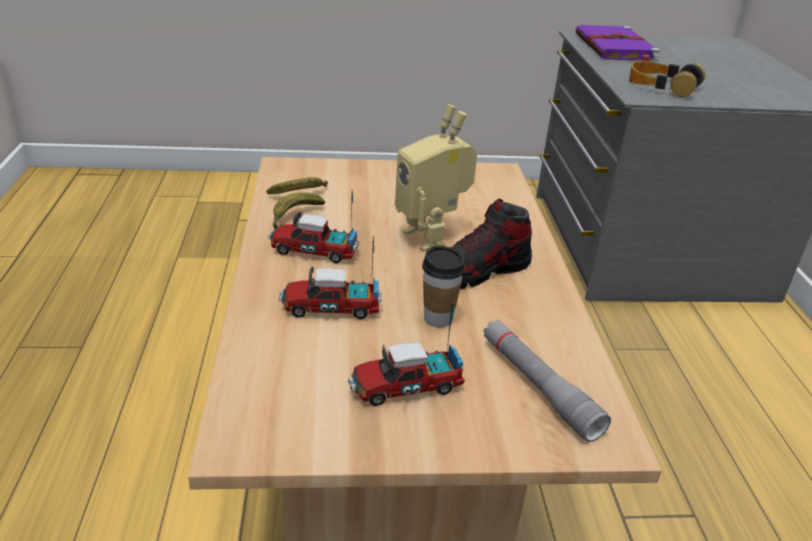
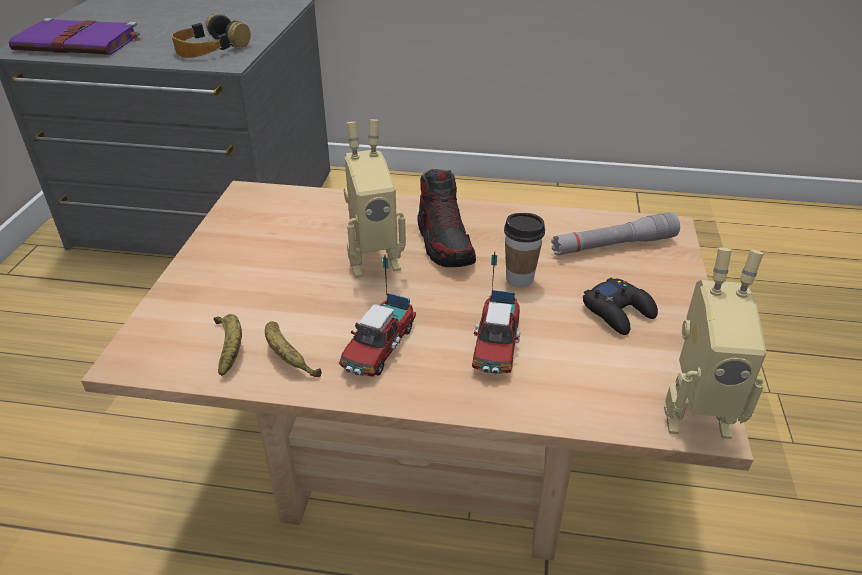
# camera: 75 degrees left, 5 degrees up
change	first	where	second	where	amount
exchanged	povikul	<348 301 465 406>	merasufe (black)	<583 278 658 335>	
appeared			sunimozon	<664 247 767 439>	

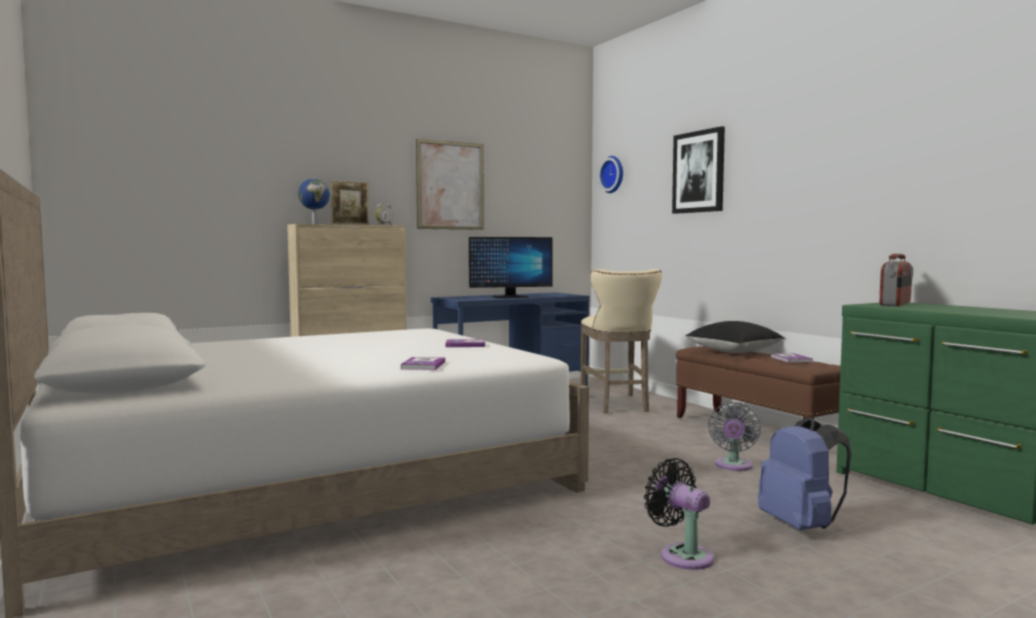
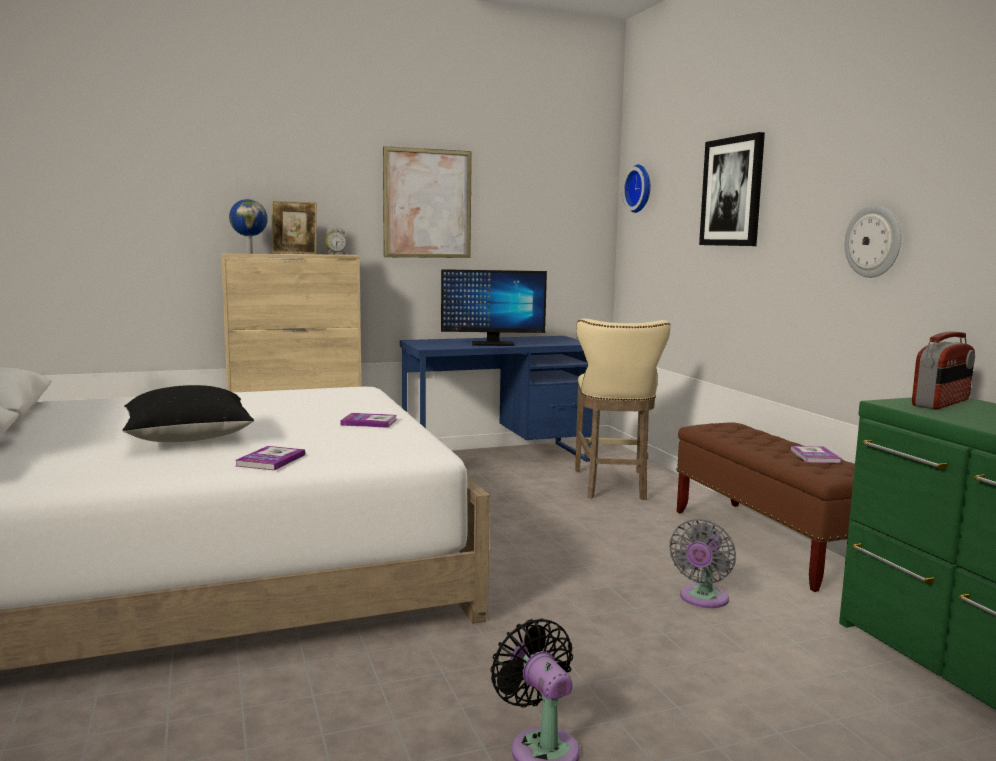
# camera: 10 degrees right, 5 degrees up
change	first	where	second	where	amount
relocated	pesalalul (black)	<685 321 785 353>		<123 385 254 442>	
appeared			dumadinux	<845 205 901 278>	
missing	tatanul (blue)	<758 417 851 530>			

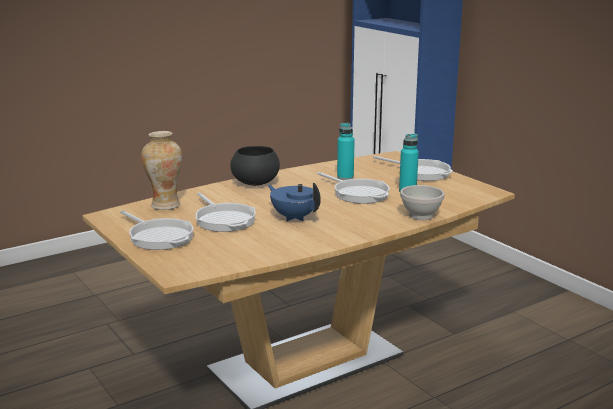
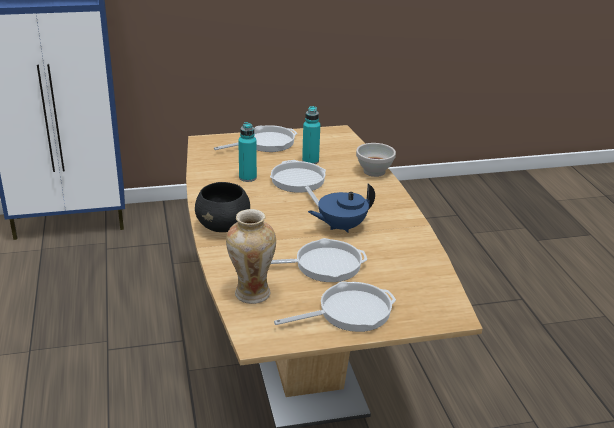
# camera: 70 degrees left, 10 degrees up
change	first	where	second	where	amount
spun	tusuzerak	<317 172 390 204>		<270 160 326 208>	90 degrees counterclockwise

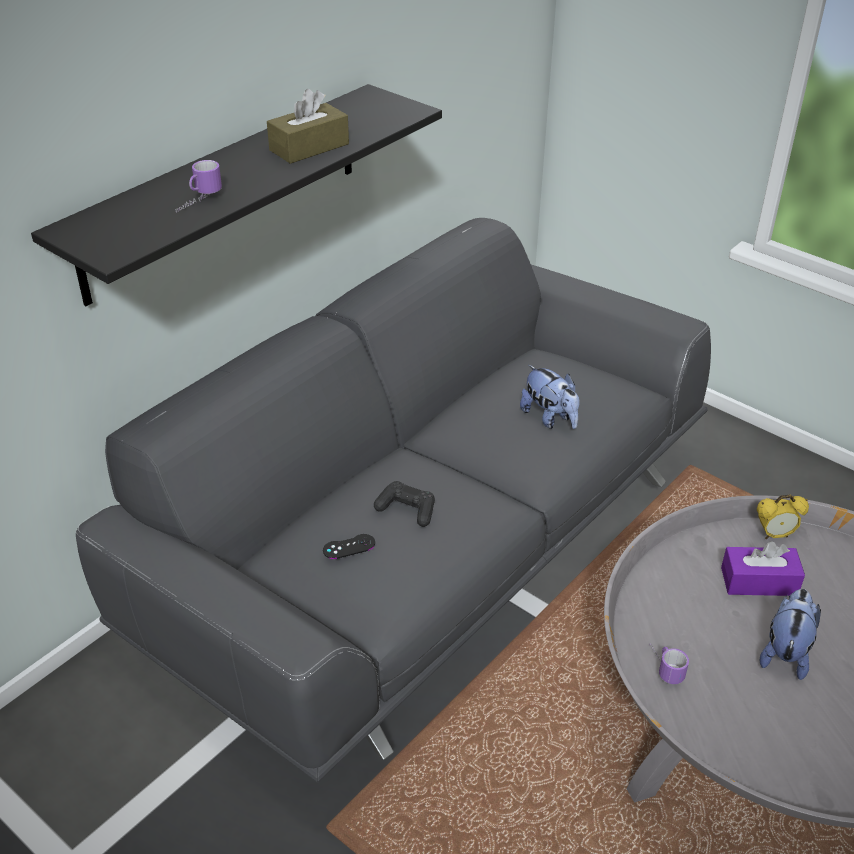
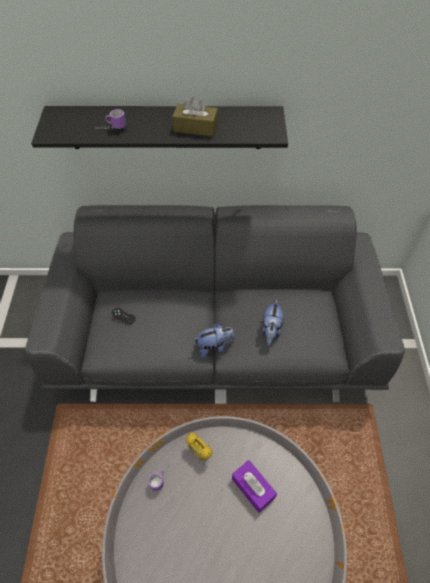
# camera: 50 degrees right, 15 degrees up
change	first	where	second	where	amount
relocated	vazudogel	<757 495 809 539>		<186 433 212 461>	
relocated	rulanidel	<760 589 821 680>		<193 323 235 358>	
missing	merasufe (black)	<374 481 435 527>			

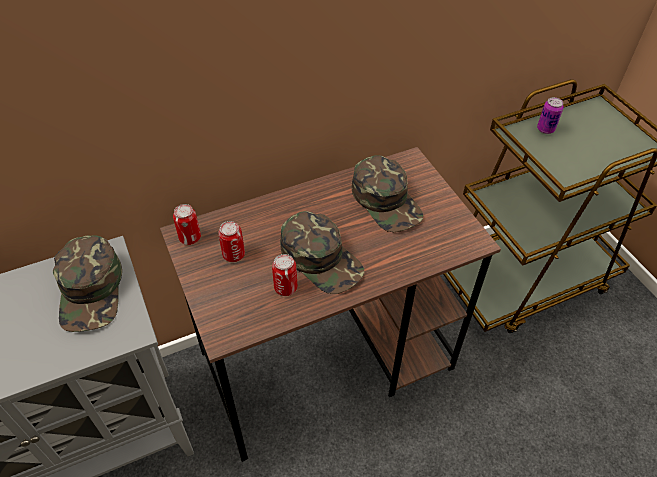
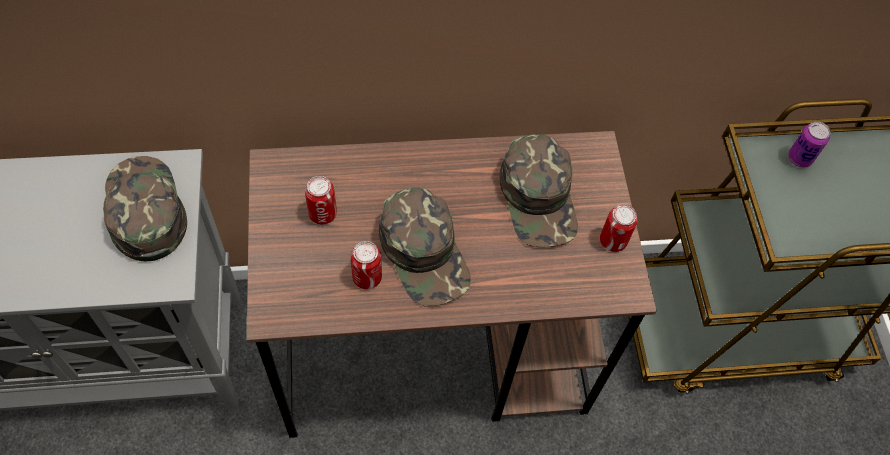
# camera: 15 degrees right, 10 degrees up
change	first	where	second	where	amount
spun	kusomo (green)	<53 235 122 332>		<103 156 187 261>	150 degrees clockwise
relocated	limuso	<173 204 201 245>		<600 204 637 252>	

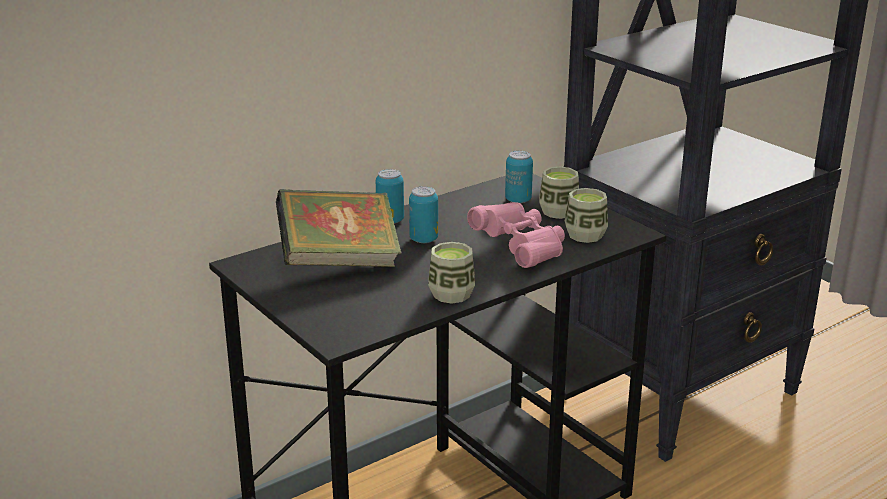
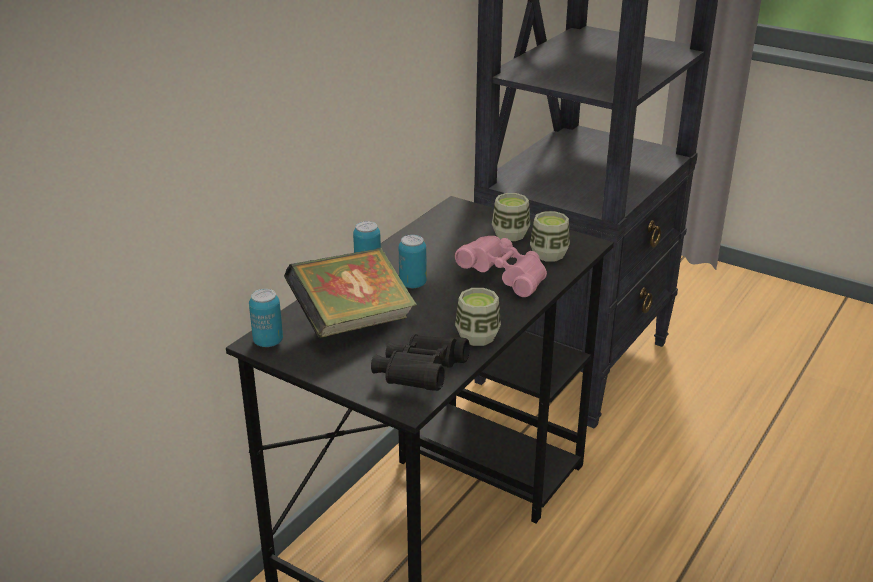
# camera: 20 degrees left, 5 degrees up
change	first	where	second	where	amount
relocated	limuso	<505 151 533 203>		<249 289 283 347>	
appeared			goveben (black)	<371 334 470 391>	

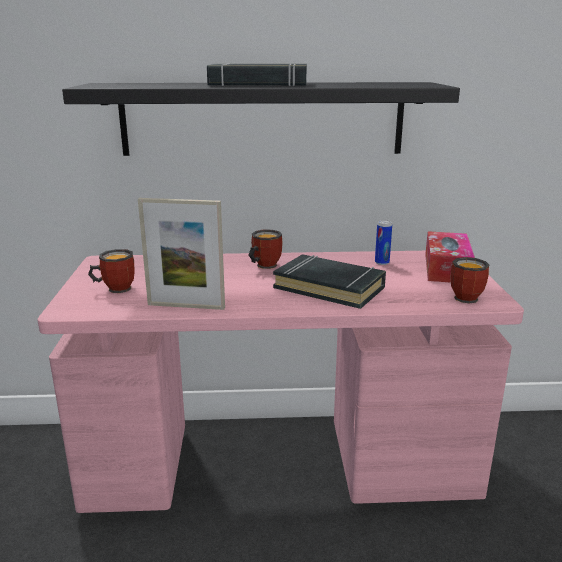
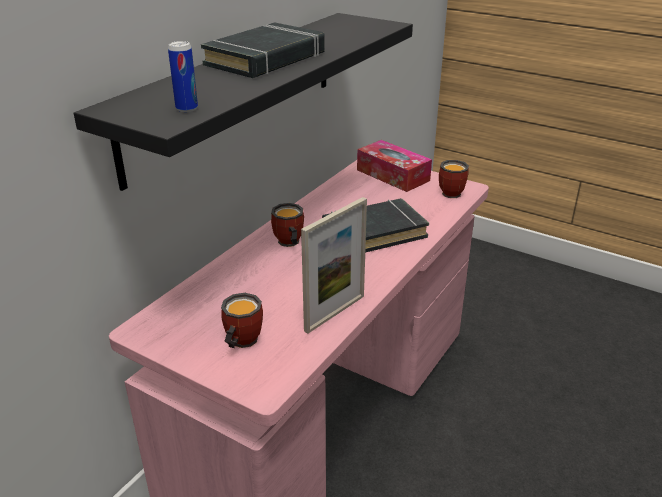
# camera: 55 degrees left, 10 degrees up
change	first	where	second	where	amount
relocated	limuso	<375 220 392 265>		<168 41 198 112>	

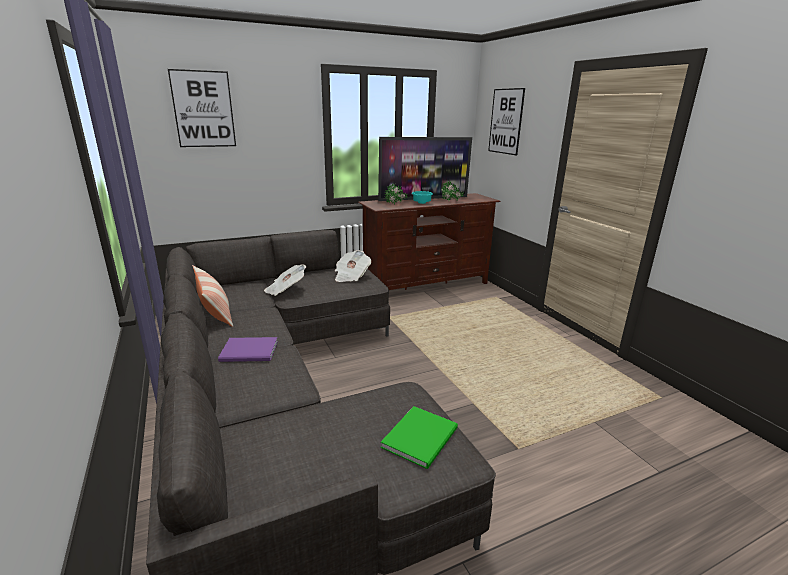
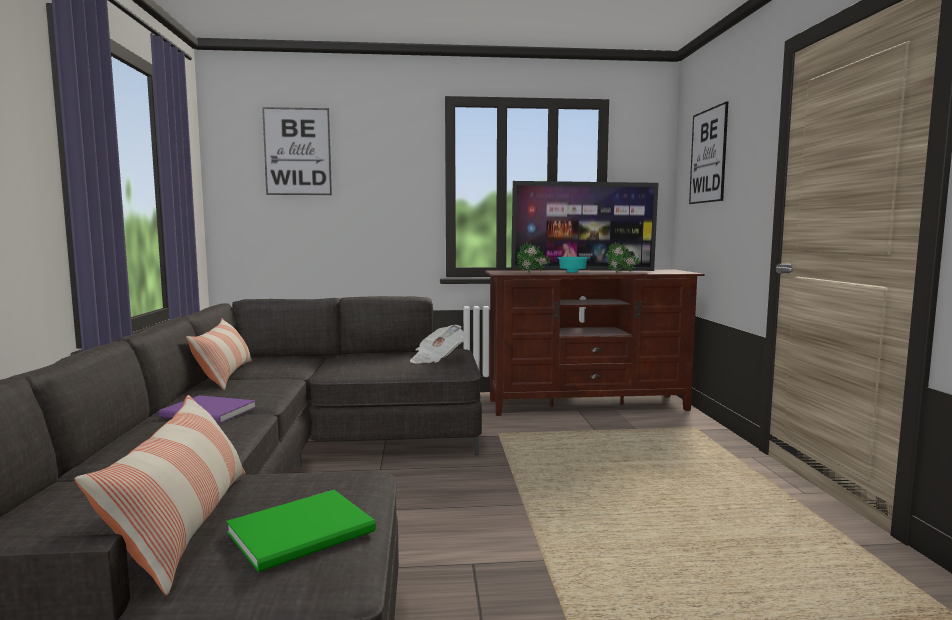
# camera: 20 degrees right, 15 degrees down
change	first	where	second	where	amount
appeared			pesalalul	<74 395 246 596>	
missing	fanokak	<264 265 306 296>			

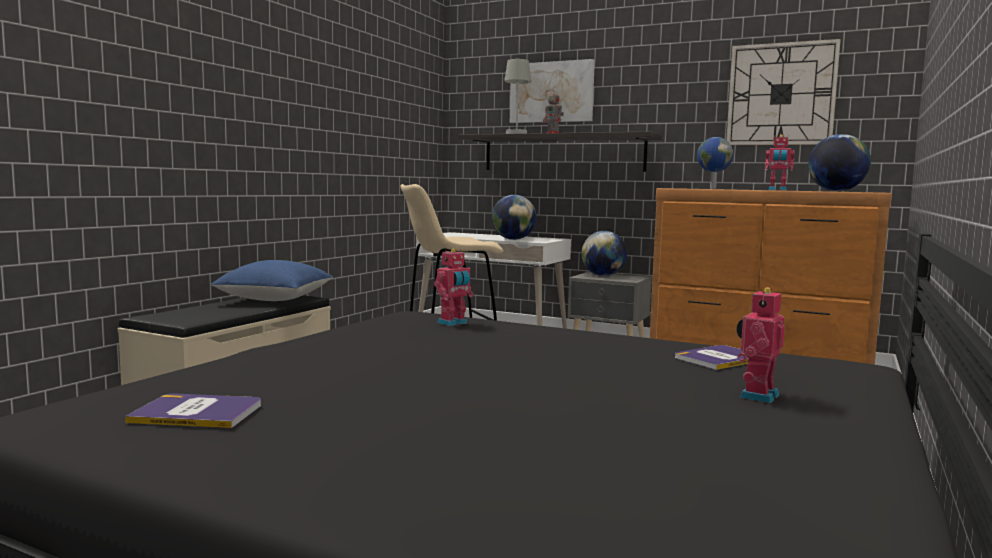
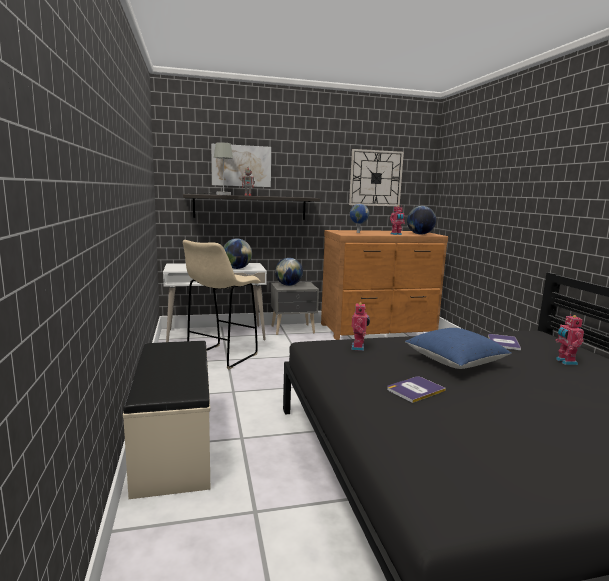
# camera: 40 degrees left, 5 degrees up
change	first	where	second	where	amount
relocated	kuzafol	<125 394 261 428>		<387 376 446 403>	
relocated	pesalalul (blue)	<211 260 333 301>		<405 328 512 369>	

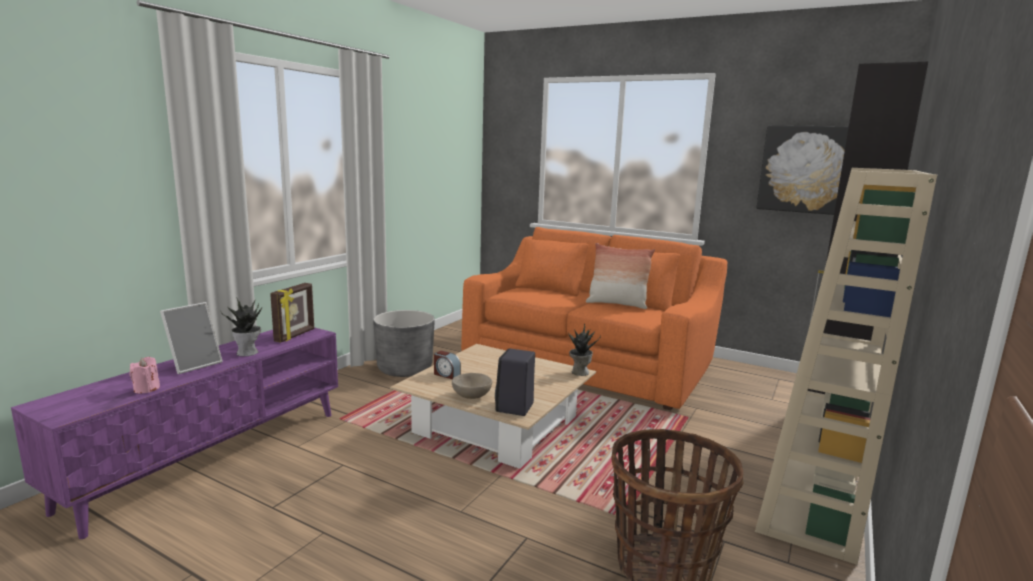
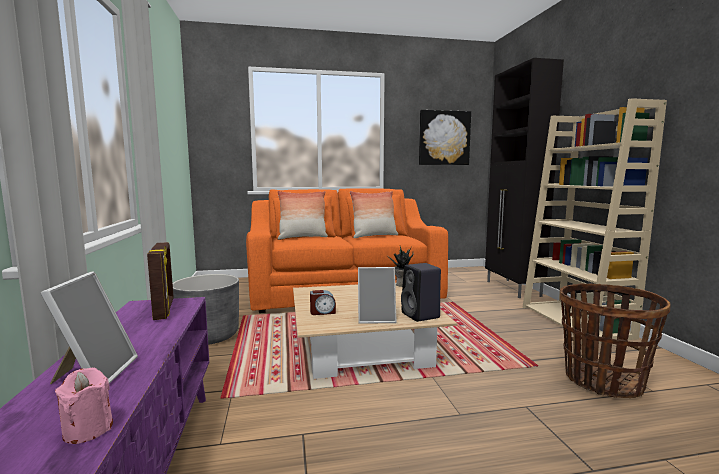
# camera: 40 degrees left, 5 degrees down
change	first	where	second	where	amount
appeared			pesalalul	<278 191 328 239>	
exchanged	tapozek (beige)	<452 373 492 399>	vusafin	<358 267 397 324>	
missing	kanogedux	<220 297 262 356>			

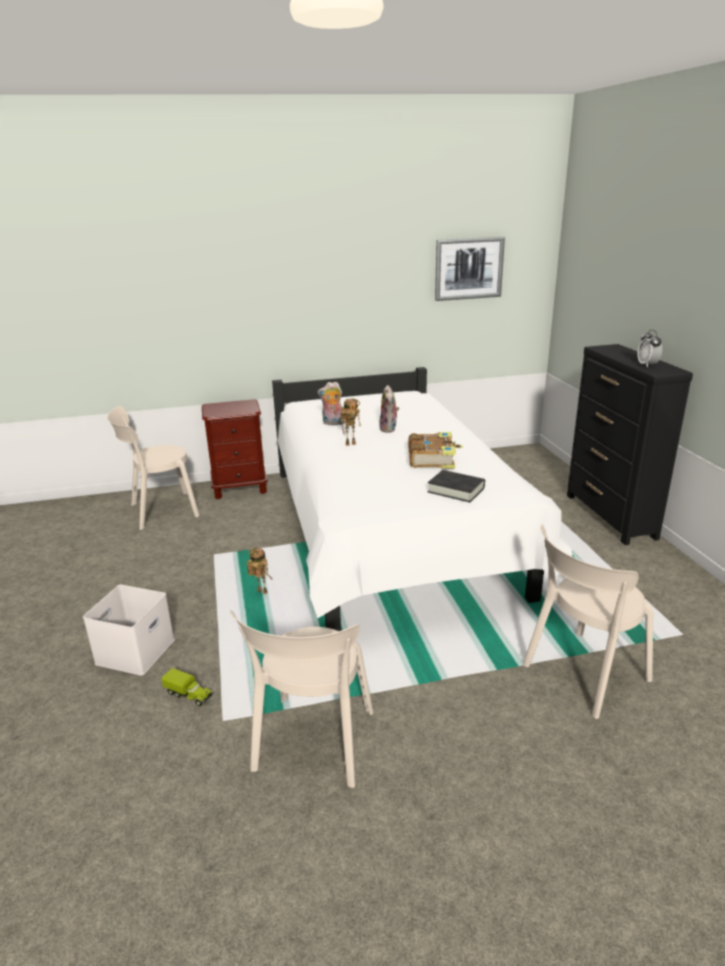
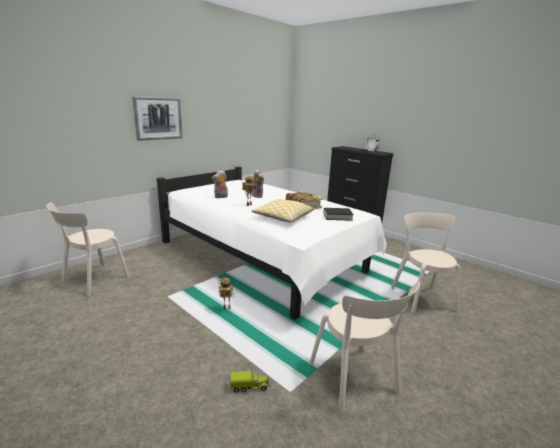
# camera: 35 degrees left, 5 degrees down
change	first	where	second	where	amount
relocated	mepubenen	<435 237 505 301>		<132 96 183 141>	
appeared			pesalalul	<251 199 315 222>	
spun	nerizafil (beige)	<523 525 653 719>		<391 213 461 313>	150 degrees clockwise
missing	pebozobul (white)	<83 585 175 676>			
missing	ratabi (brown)	<202 399 268 499>			

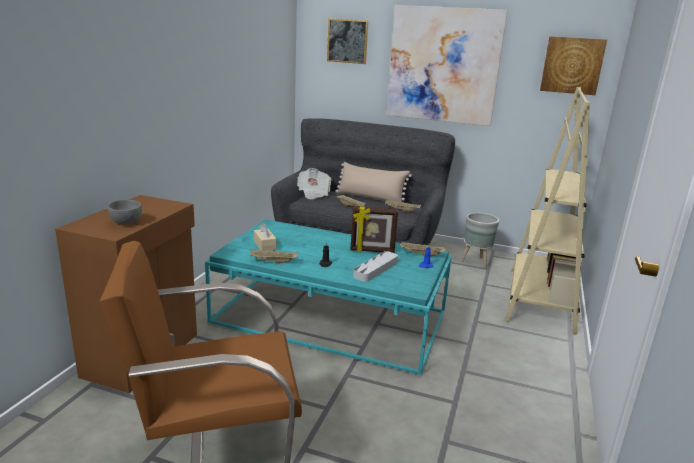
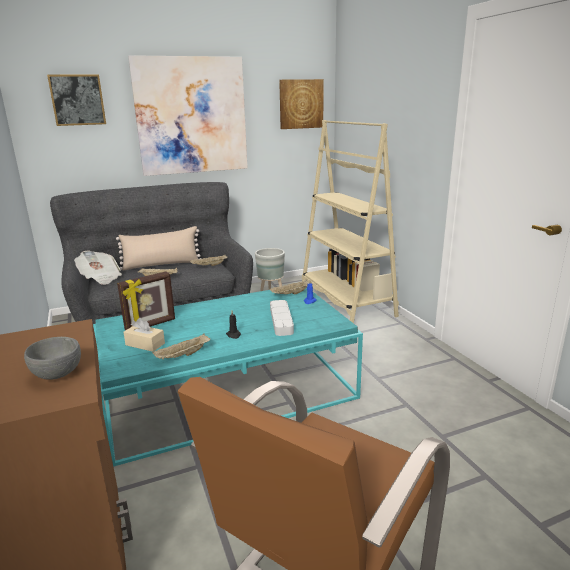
# camera: 40 degrees left, 0 degrees up
change	first	where	second	where	amount
relocated	vusafin	<351 206 398 253>		<117 272 175 330>	

